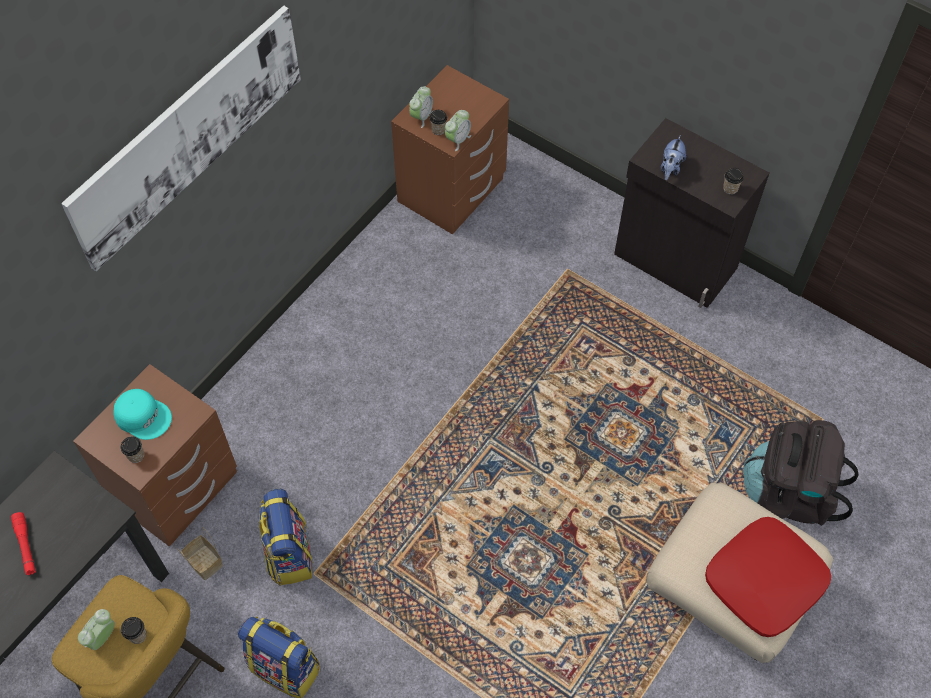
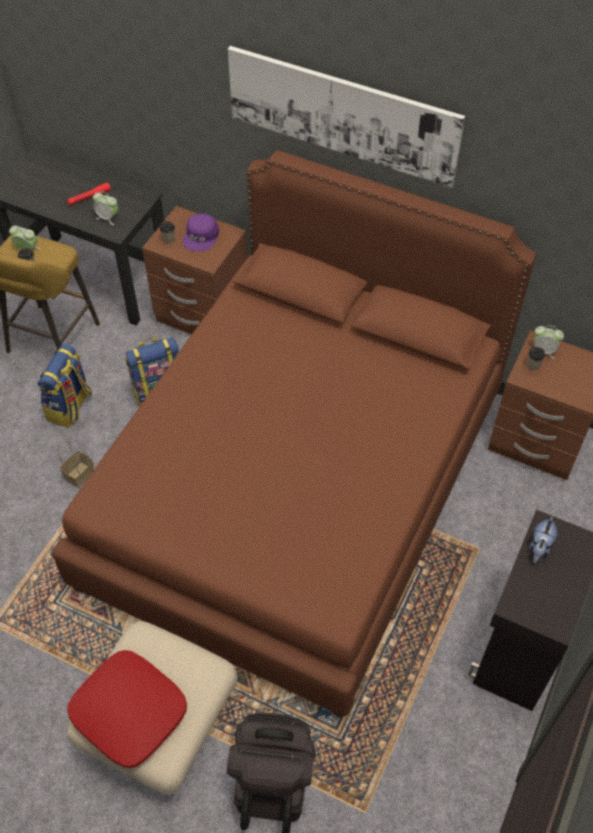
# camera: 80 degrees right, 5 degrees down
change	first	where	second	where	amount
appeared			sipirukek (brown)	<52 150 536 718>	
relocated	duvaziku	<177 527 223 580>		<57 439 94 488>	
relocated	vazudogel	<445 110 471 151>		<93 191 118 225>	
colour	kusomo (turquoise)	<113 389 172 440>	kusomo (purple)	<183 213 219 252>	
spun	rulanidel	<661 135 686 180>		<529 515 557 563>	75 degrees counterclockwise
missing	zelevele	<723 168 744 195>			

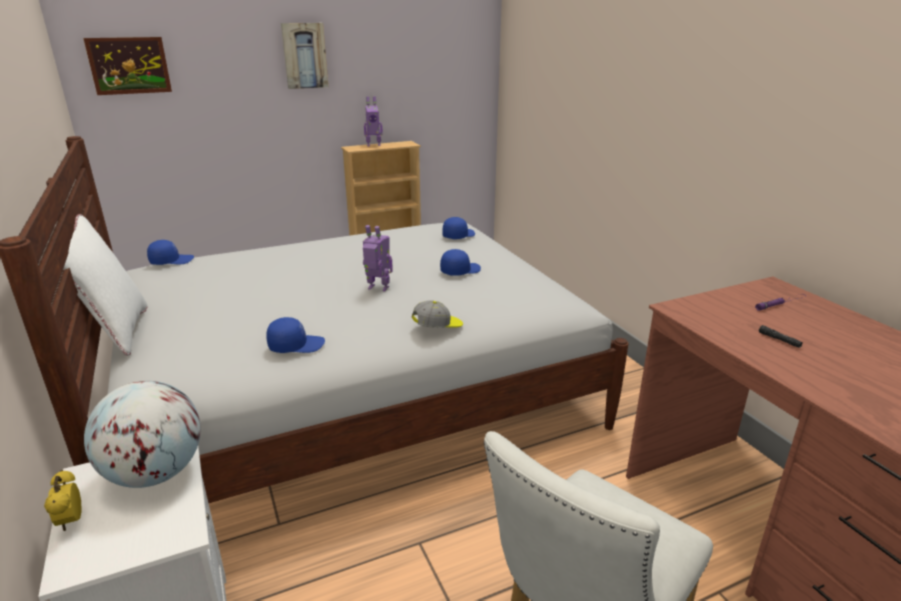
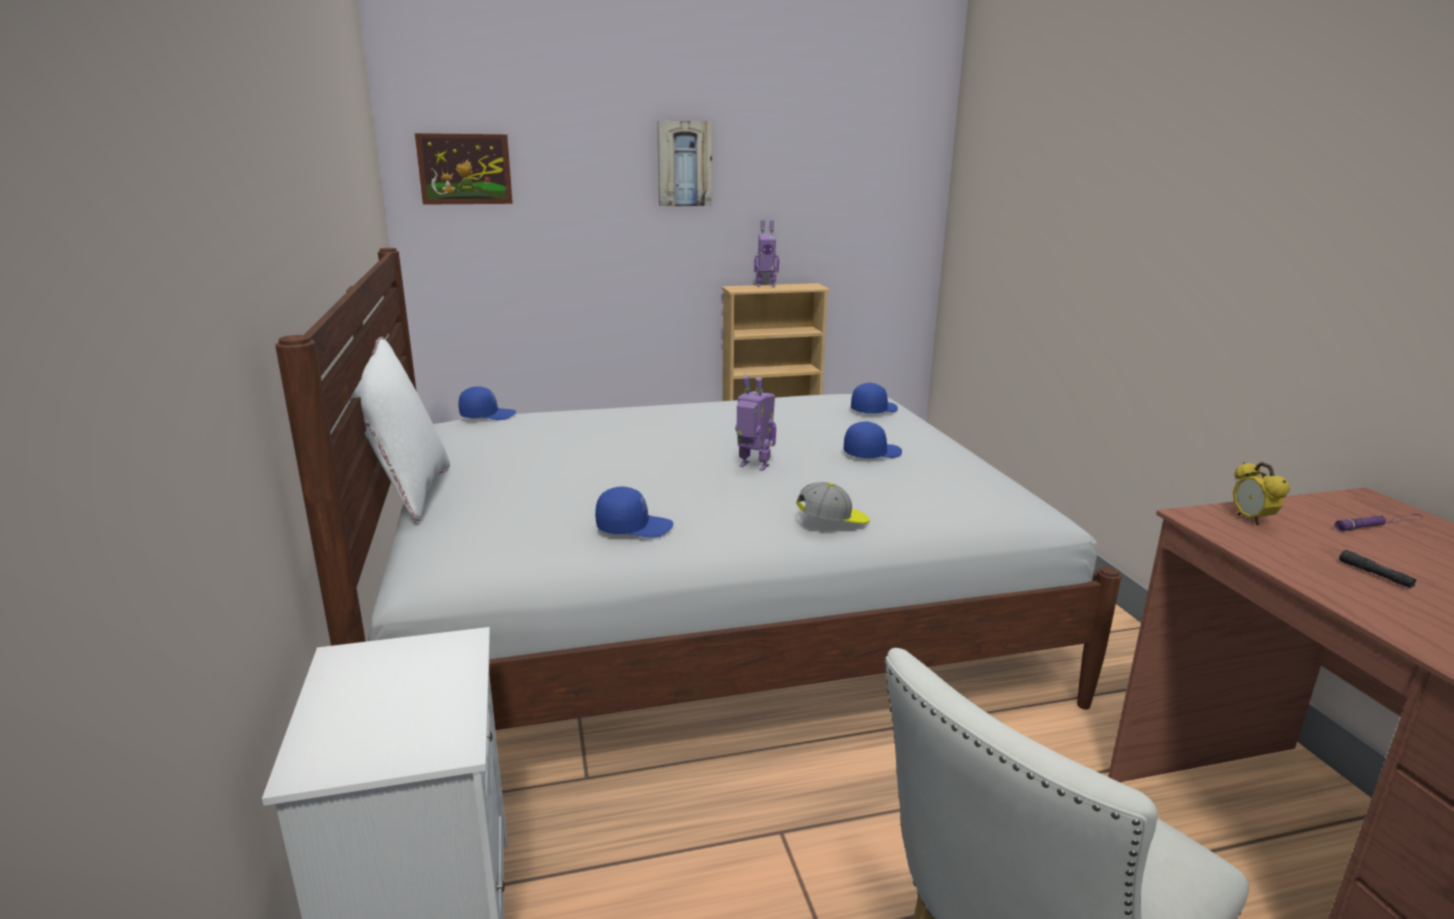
# camera: 10 degrees right, 5 degrees down
change	first	where	second	where	amount
relocated	vazudogel	<44 470 82 531>		<1233 462 1290 526>	
missing	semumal	<84 381 201 488>			

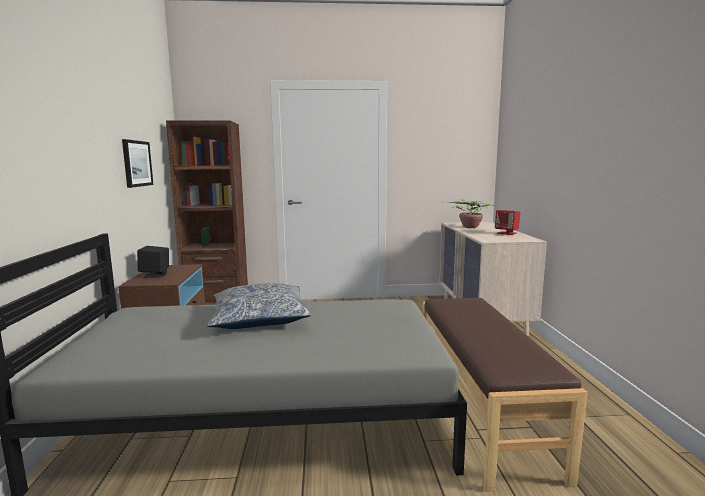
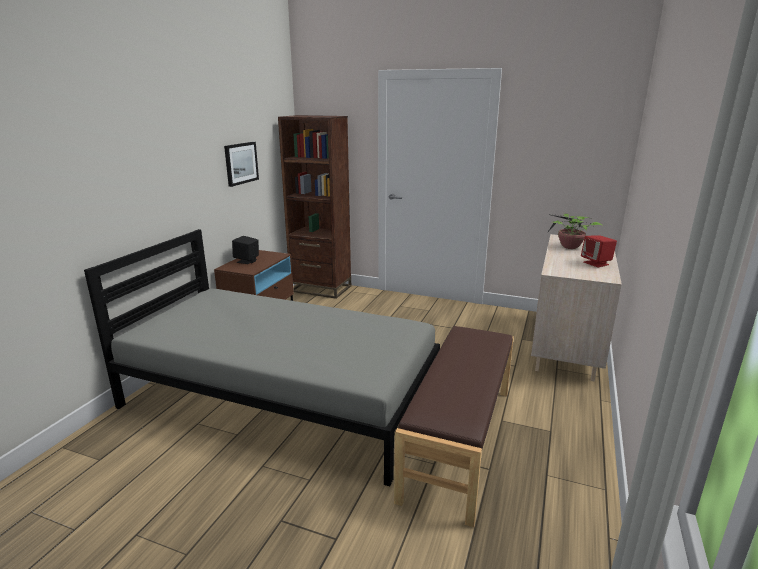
# camera: 25 degrees right, 10 degrees up
change	first	where	second	where	amount
missing	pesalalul	<207 283 311 329>			

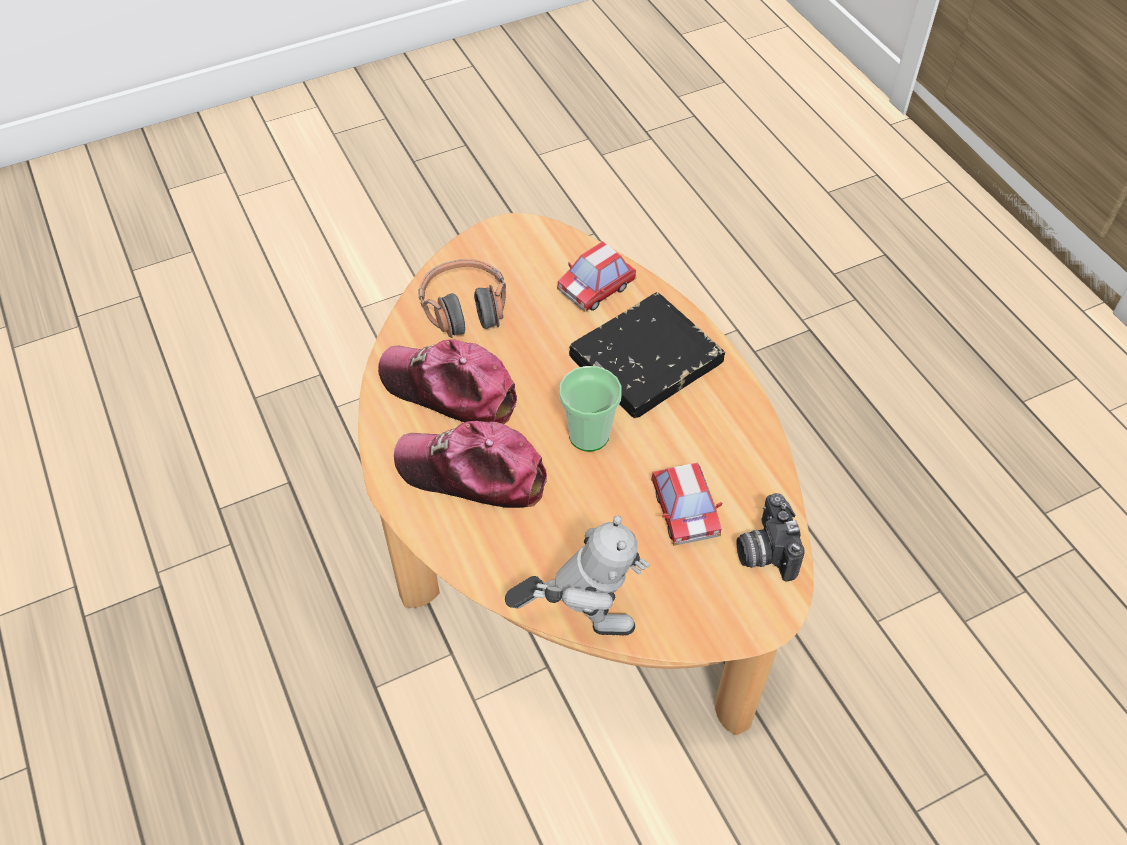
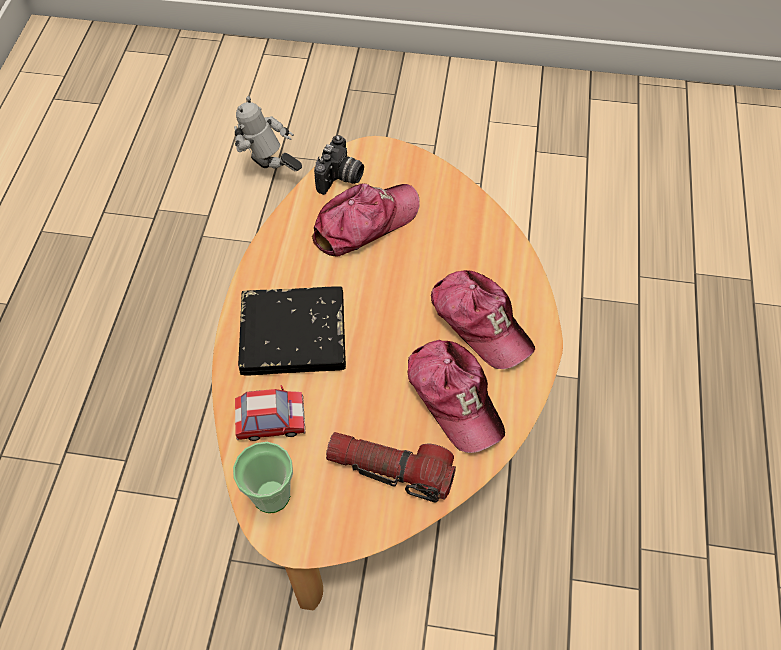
# camera: 145 degrees left, 5 degrees up
change	first	where	second	where	amount
relocated	zelevele	<559 366 622 452>		<233 442 293 513>	
relocated	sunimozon	<505 516 650 635>		<234 96 302 171>	
exchanged	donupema	<651 463 722 546>	kusomo	<312 184 420 256>	
exchanged	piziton	<418 259 506 338>	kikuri	<326 432 456 502>	

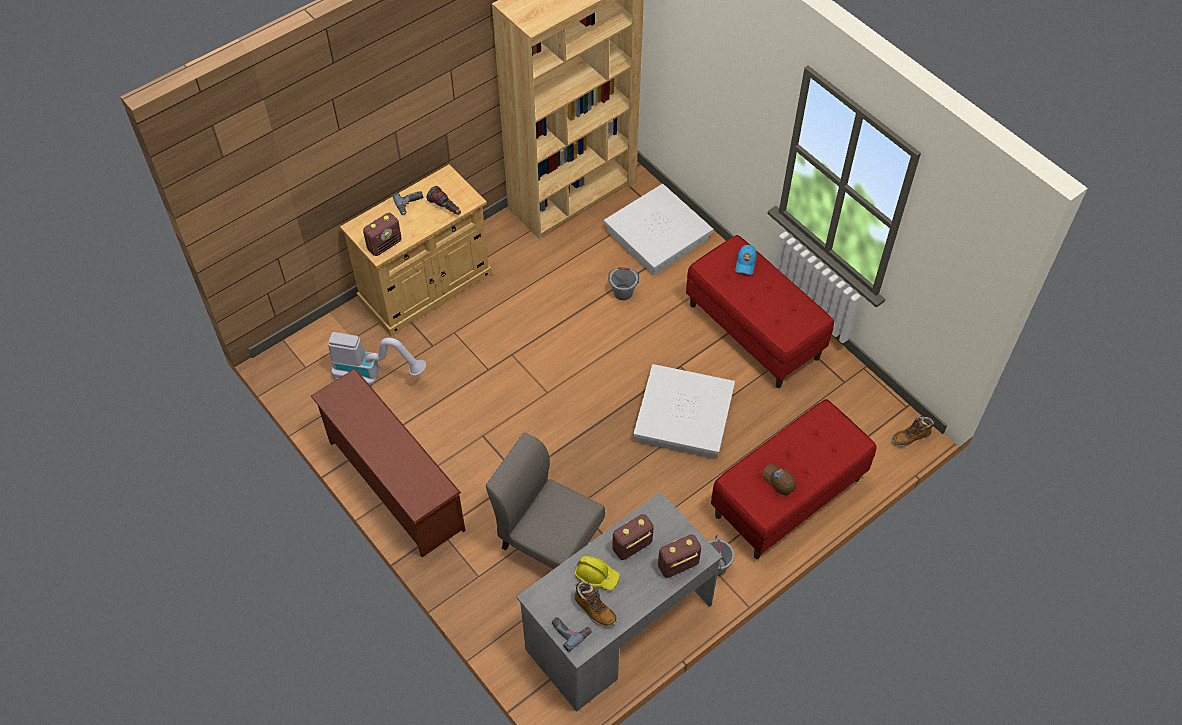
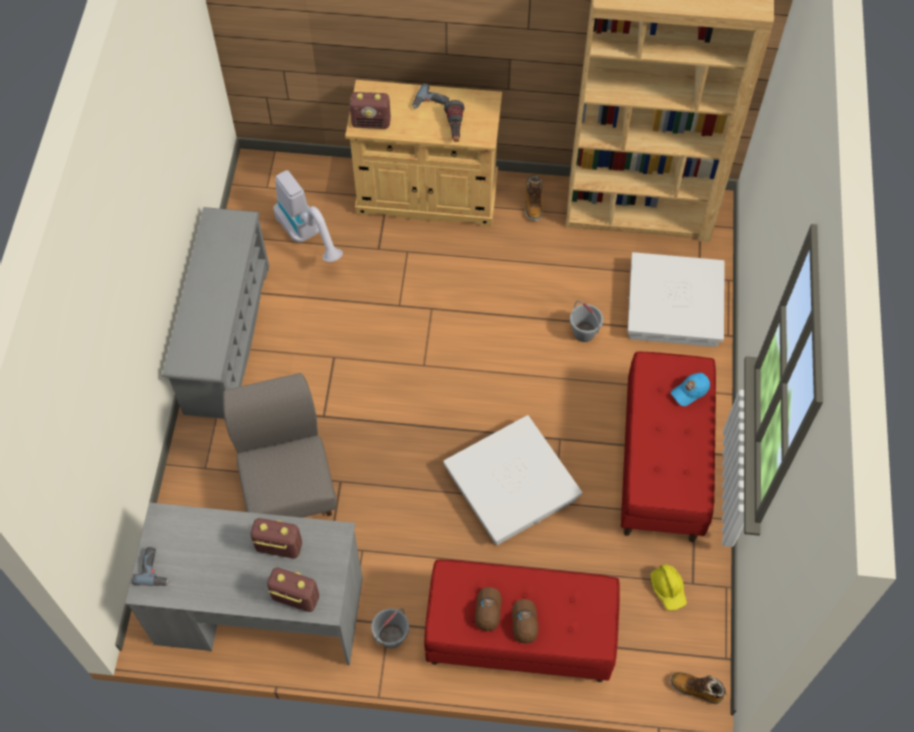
# camera: 45 degrees right, 5 degrees up
change	first	where	second	where	amount
colour	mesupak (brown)	<311 369 465 557>	mesupak (grey)	<162 207 269 419>	
appeared			kusomo (brown)	<512 599 539 643>	
relocated	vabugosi	<574 581 617 627>		<525 175 543 221>	
relocated	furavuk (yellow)	<574 556 620 591>		<650 564 687 611>	

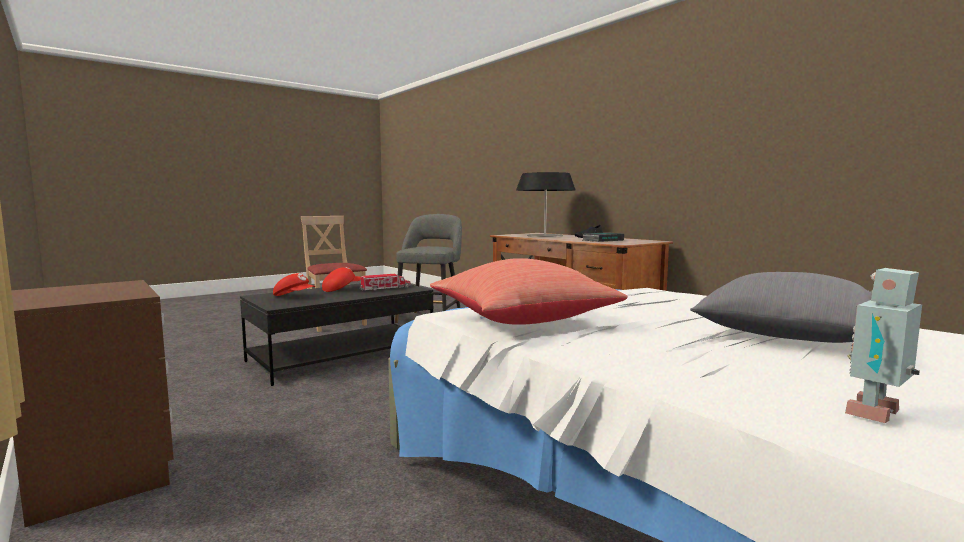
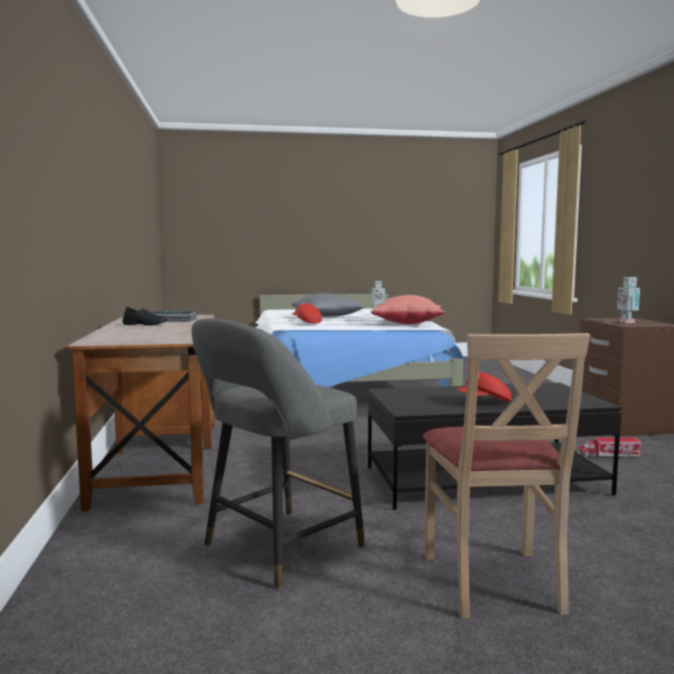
# camera: 150 degrees left, 0 degrees up
change	first	where	second	where	amount
relocated	kusomo (red)	<273 273 316 296>		<292 303 322 324>	
relocated	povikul	<360 274 411 291>		<577 437 642 458>	
appeared			sunimozon	<616 277 640 323>	
missing	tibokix	<516 172 575 237>			

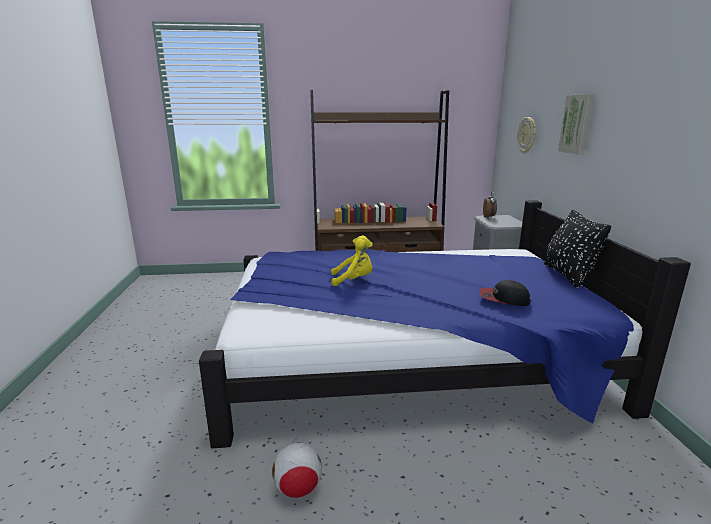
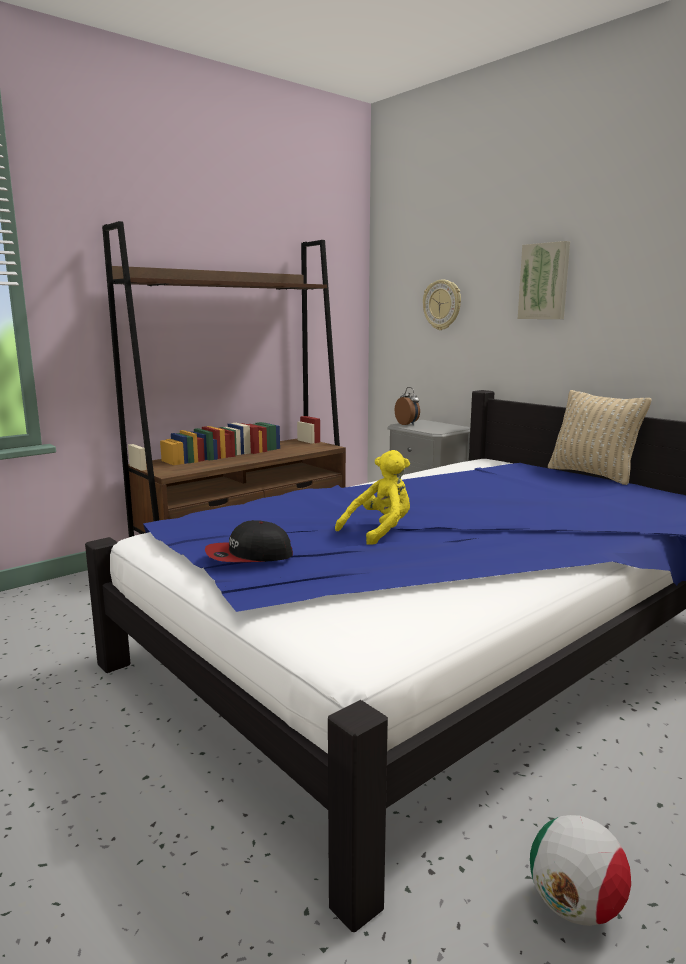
# camera: 35 degrees left, 5 degrees down
change	first	where	second	where	amount
relocated	kusomo	<479 280 531 306>		<205 520 293 562>	
colour	pesalalul (black)	<544 210 611 288>	pesalalul (beige)	<548 390 652 485>	

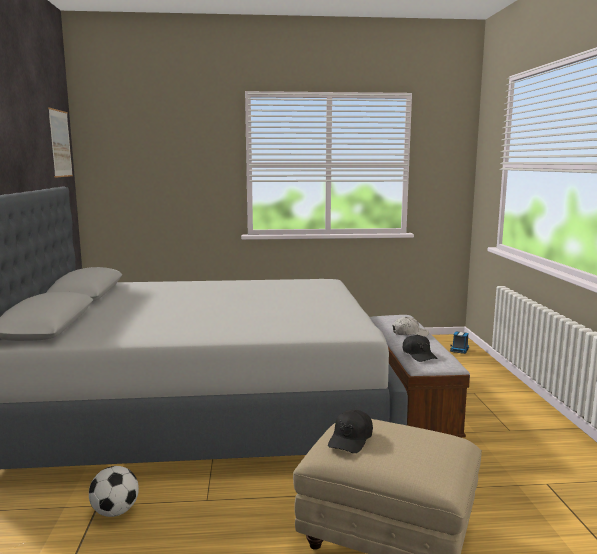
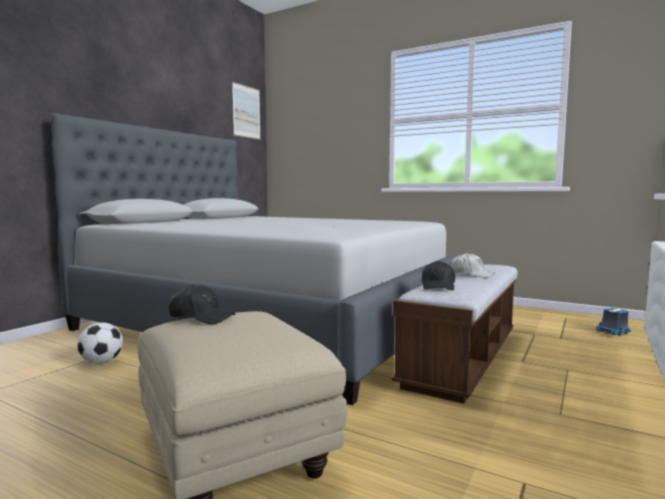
# camera: 35 degrees right, 5 degrees down
change	first	where	second	where	amount
spun	kusomo (black)	<328 410 373 453>		<169 285 235 324>	135 degrees counterclockwise

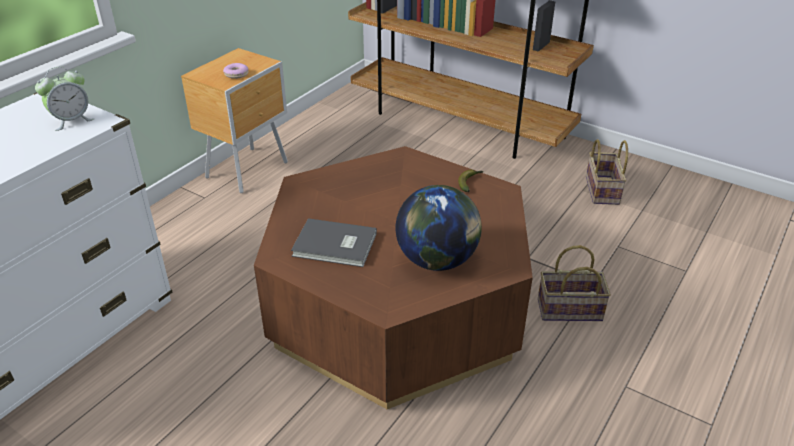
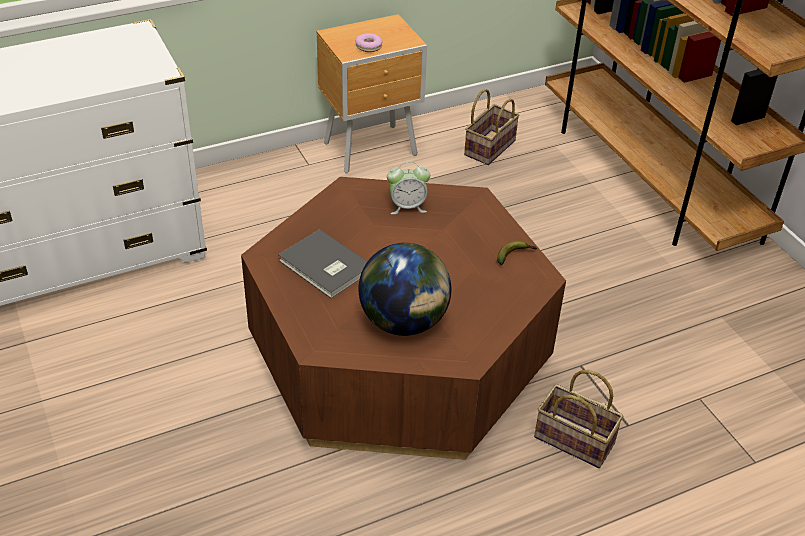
# camera: 30 degrees right, 5 degrees up
change	first	where	second	where	amount
relocated	vazudogel	<35 66 94 131>		<387 162 430 214>	
relocated	duvaziku	<586 139 628 205>		<464 89 520 165>	

